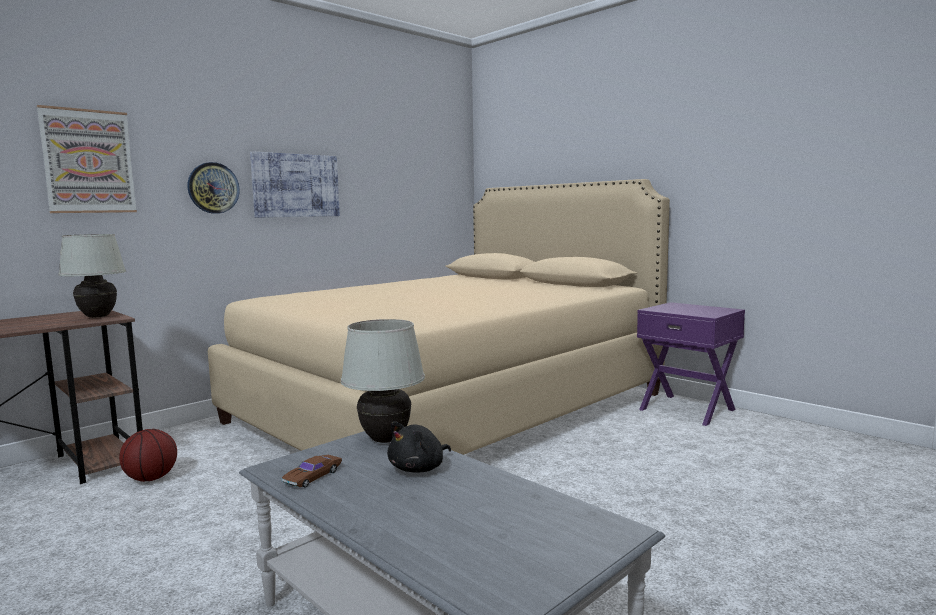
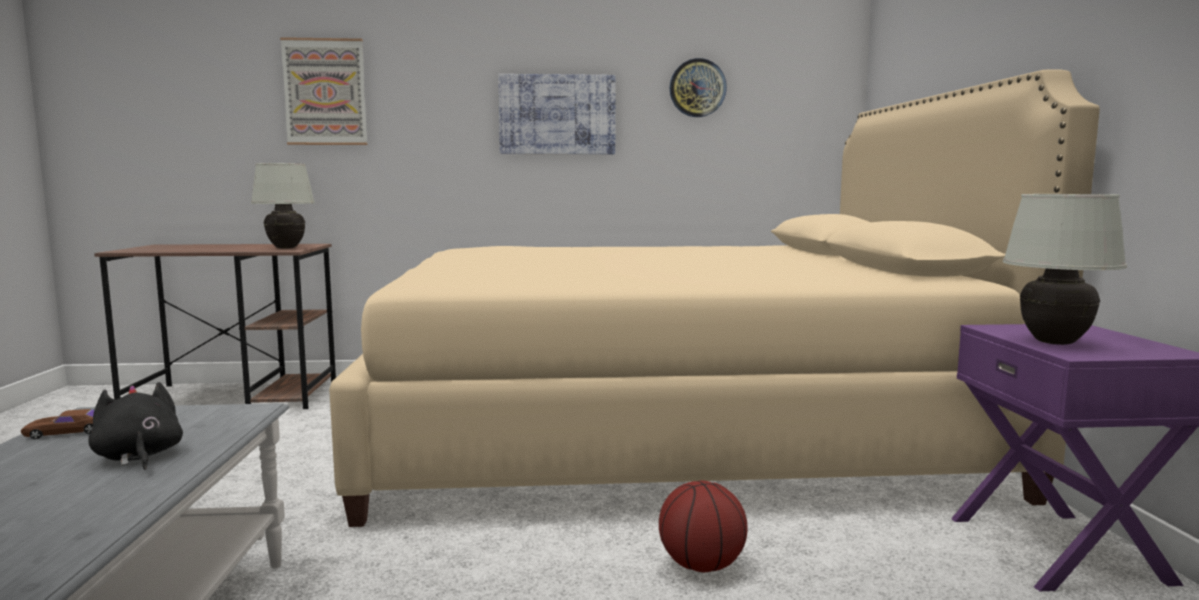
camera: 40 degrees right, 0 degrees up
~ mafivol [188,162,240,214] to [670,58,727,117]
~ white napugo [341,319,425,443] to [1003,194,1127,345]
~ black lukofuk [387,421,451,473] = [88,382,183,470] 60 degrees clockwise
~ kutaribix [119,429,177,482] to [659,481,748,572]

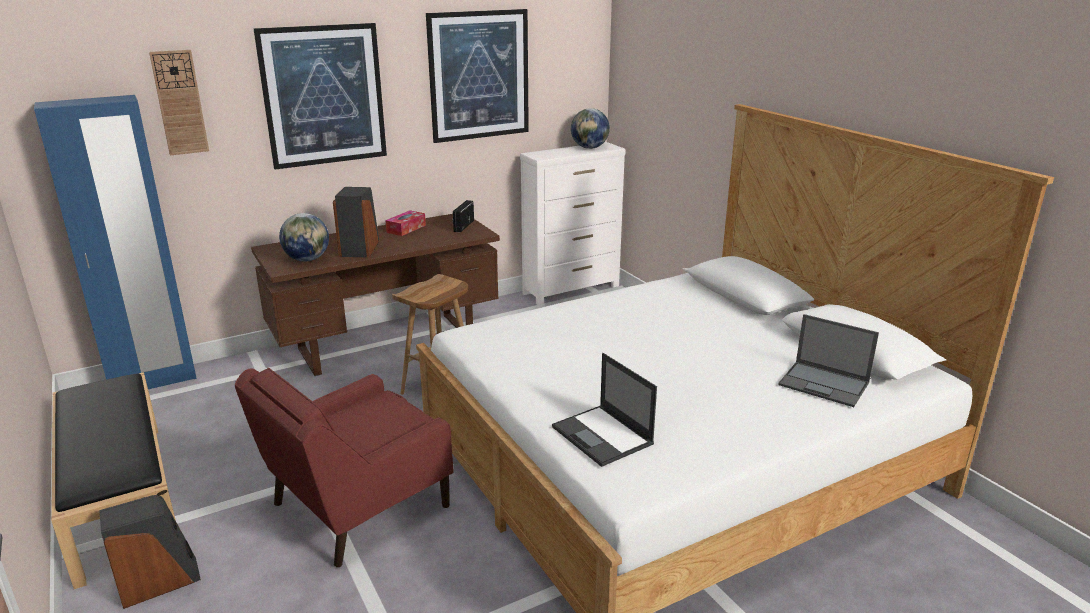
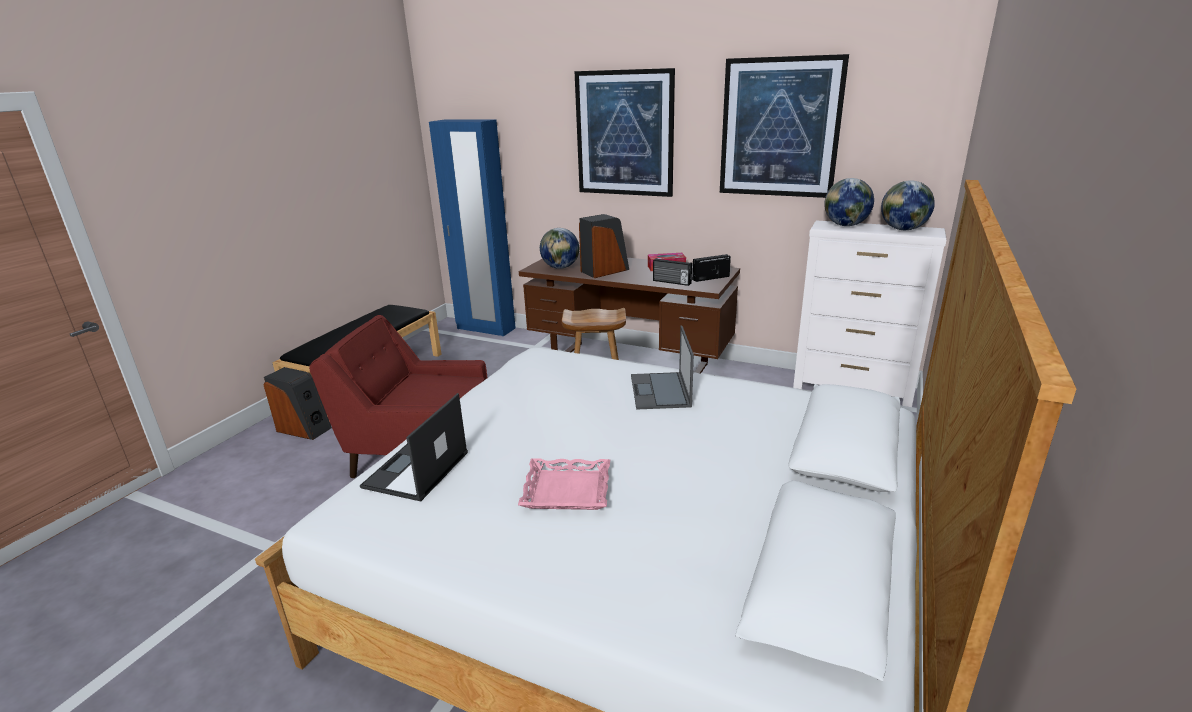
camera: 55 degrees right, 0 degrees up
- mafivol [149,50,209,156]
~ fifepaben [778,314,879,407] to [631,326,694,410]
+ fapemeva [824,178,874,226]
+ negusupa [653,258,692,286]
+ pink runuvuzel [518,458,610,510]

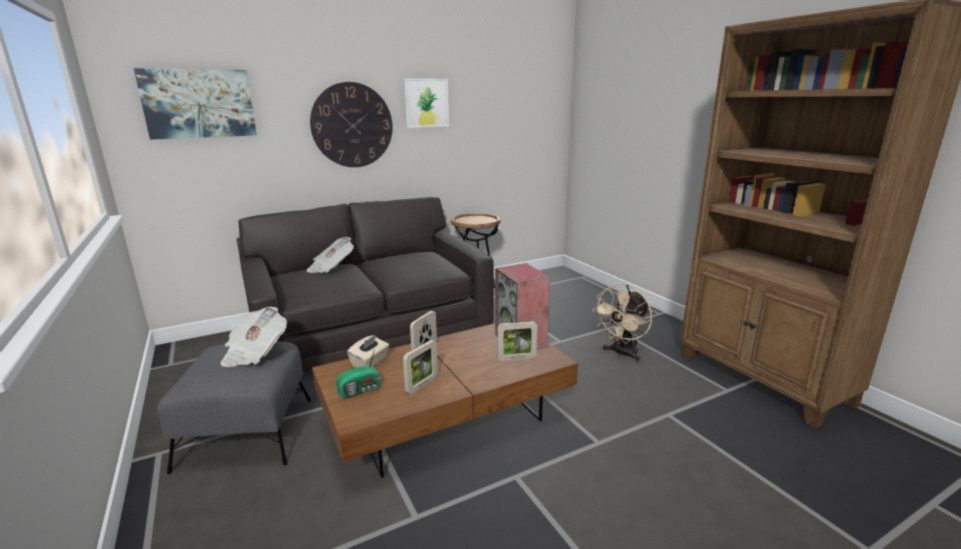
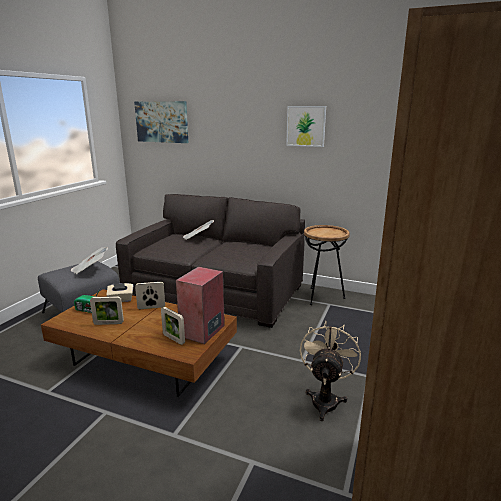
camera: 50 degrees right, 0 degrees up
- mafivol [310,82,393,167]
~ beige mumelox [592,284,652,362] = [300,321,361,421] 105 degrees clockwise

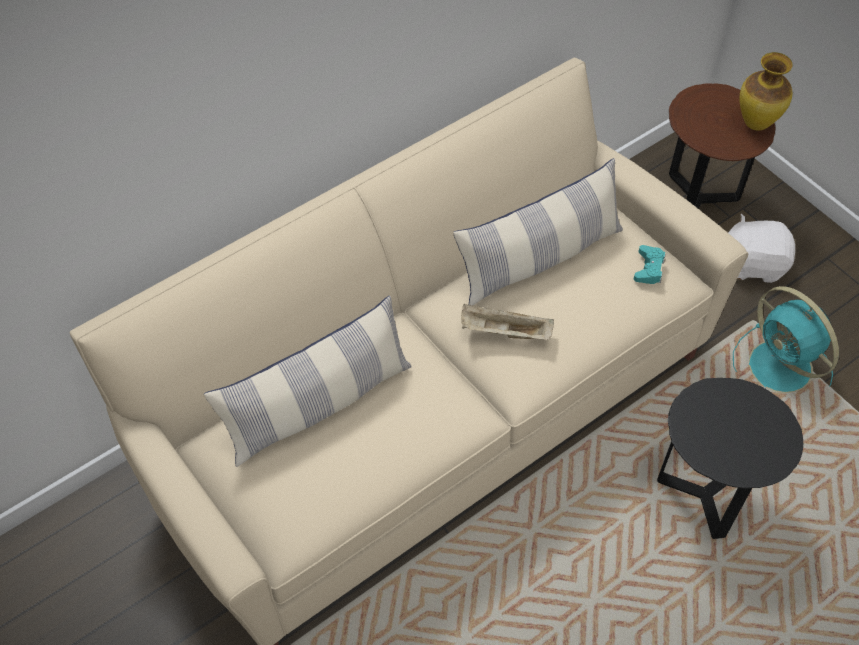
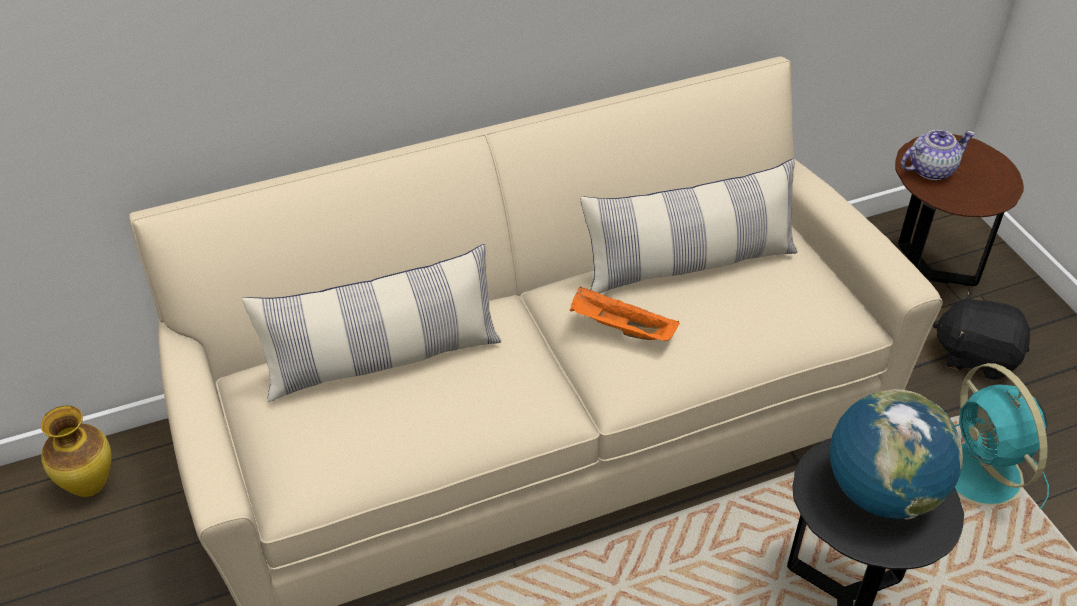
camera: 15 degrees right, 10 degrees down
~ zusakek [739,52,793,131] to [41,405,112,497]
~ white lukofuk [728,214,795,283] to black lukofuk [933,290,1030,380]
- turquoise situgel [634,245,666,284]
~ beige runuvuzel [461,304,554,340] to orange runuvuzel [570,286,680,341]
+ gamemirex [901,130,975,180]
+ fapemeva [830,389,963,520]

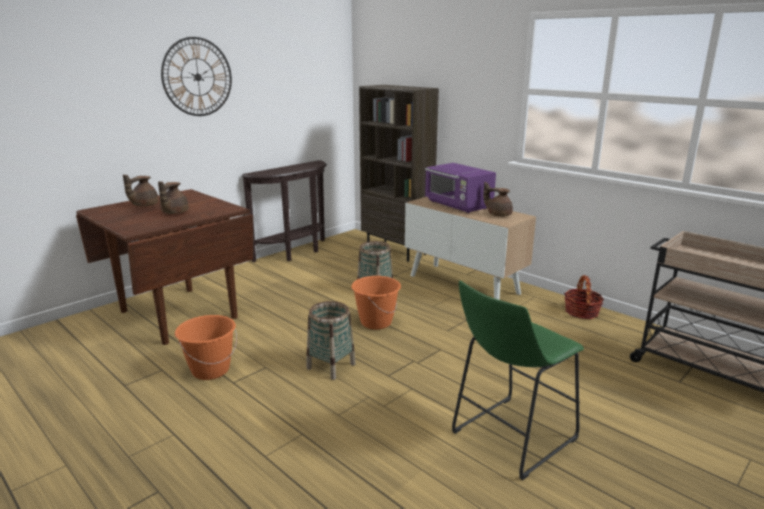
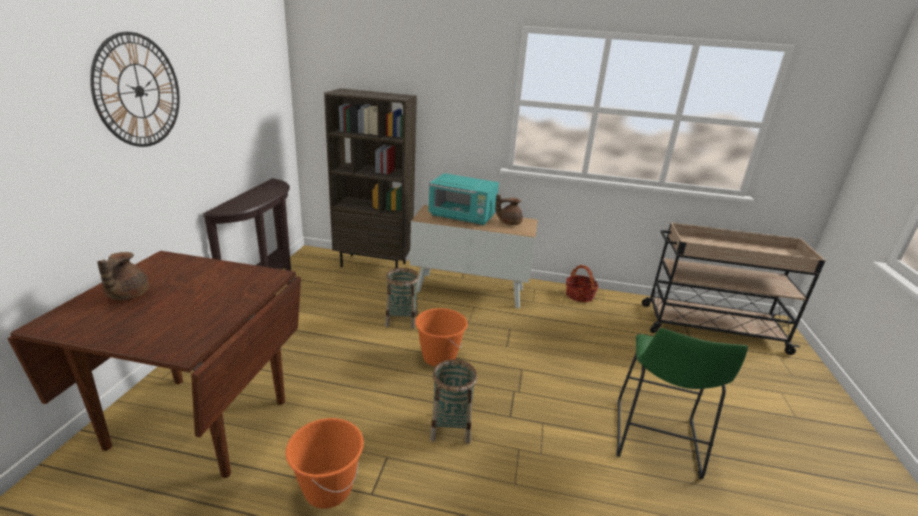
camera: 35 degrees left, 5 degrees up
~ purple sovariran [425,163,496,213] to turquoise sovariran [428,173,499,225]
- brown gamemirex [158,181,189,214]

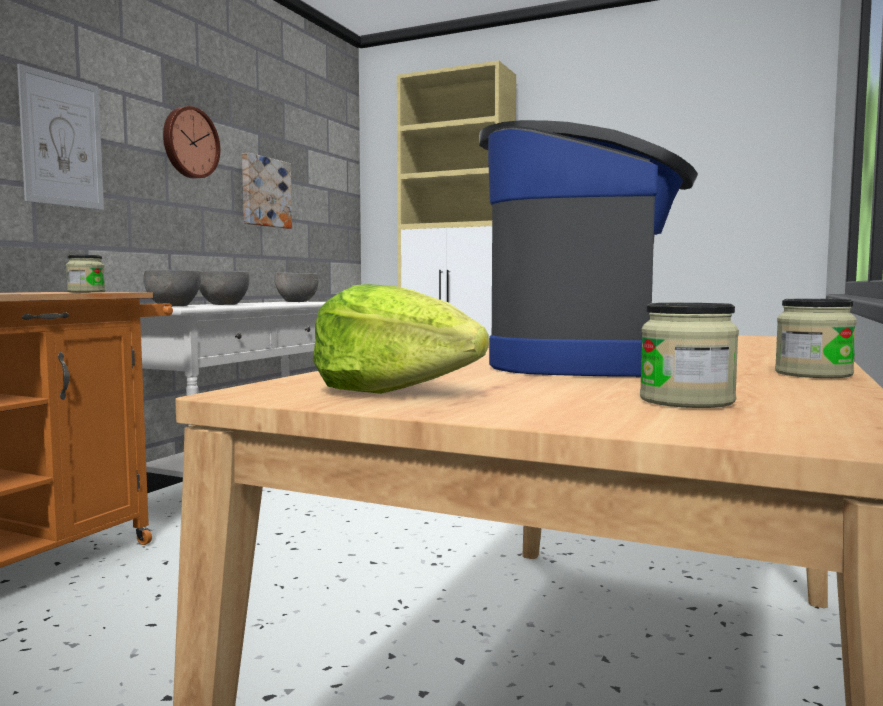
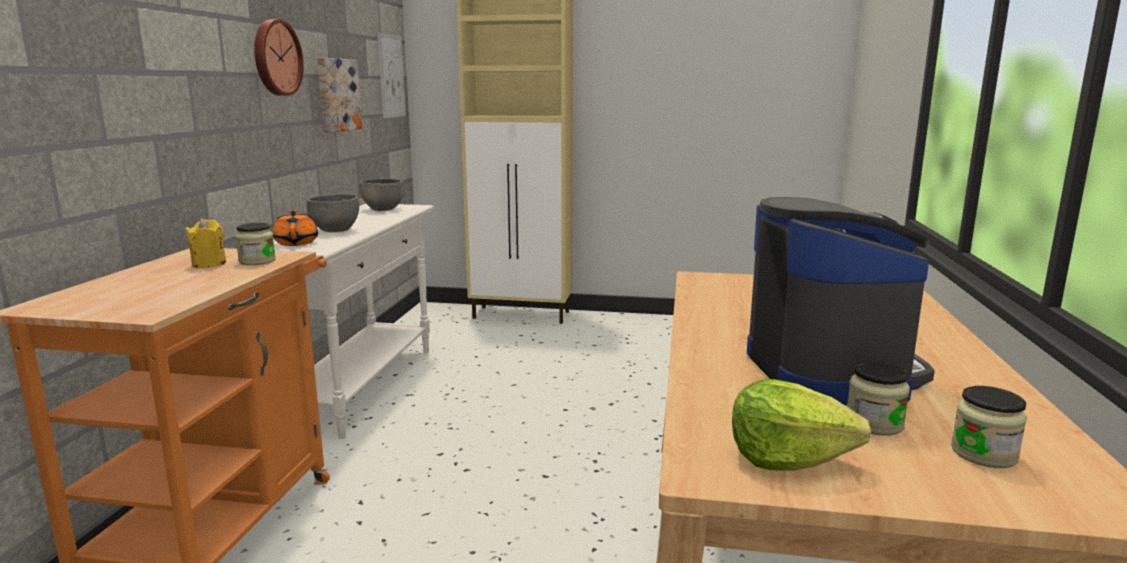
camera: 15 degrees left, 10 degrees up
~ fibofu [17,64,104,210] to [378,32,406,118]
~ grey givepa [143,270,201,306] to orange gamemirex [272,210,318,246]
~ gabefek [775,299,857,378] to [847,361,910,436]
+ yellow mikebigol [186,218,227,268]

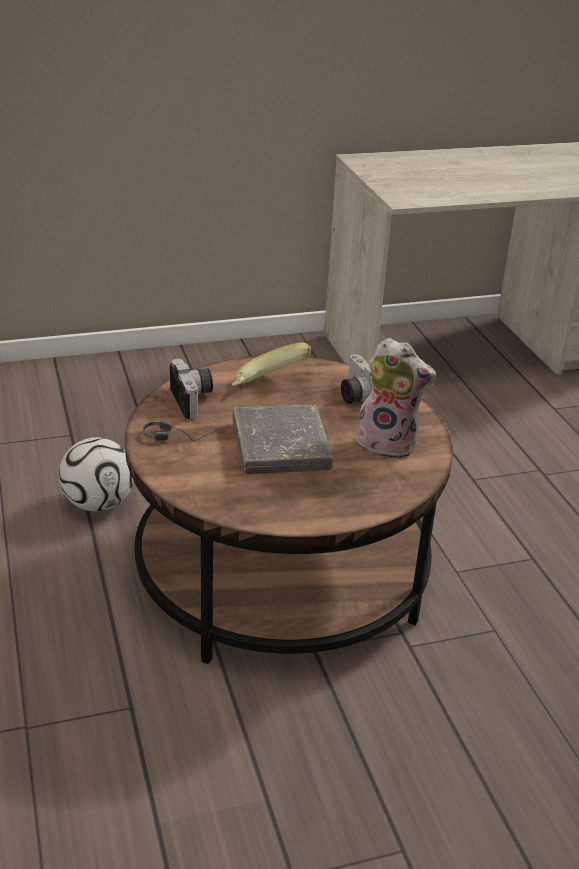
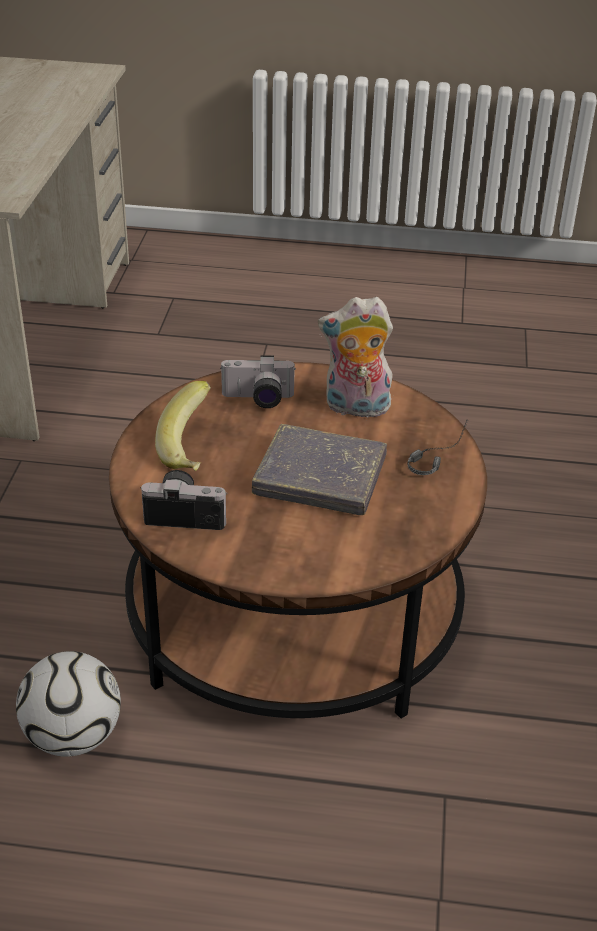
camera: 65 degrees left, 5 degrees up
~ lukofuk [356,338,436,460] = [318,297,393,417] 135 degrees counterclockwise
~ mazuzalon [143,420,218,441] to [407,420,468,475]

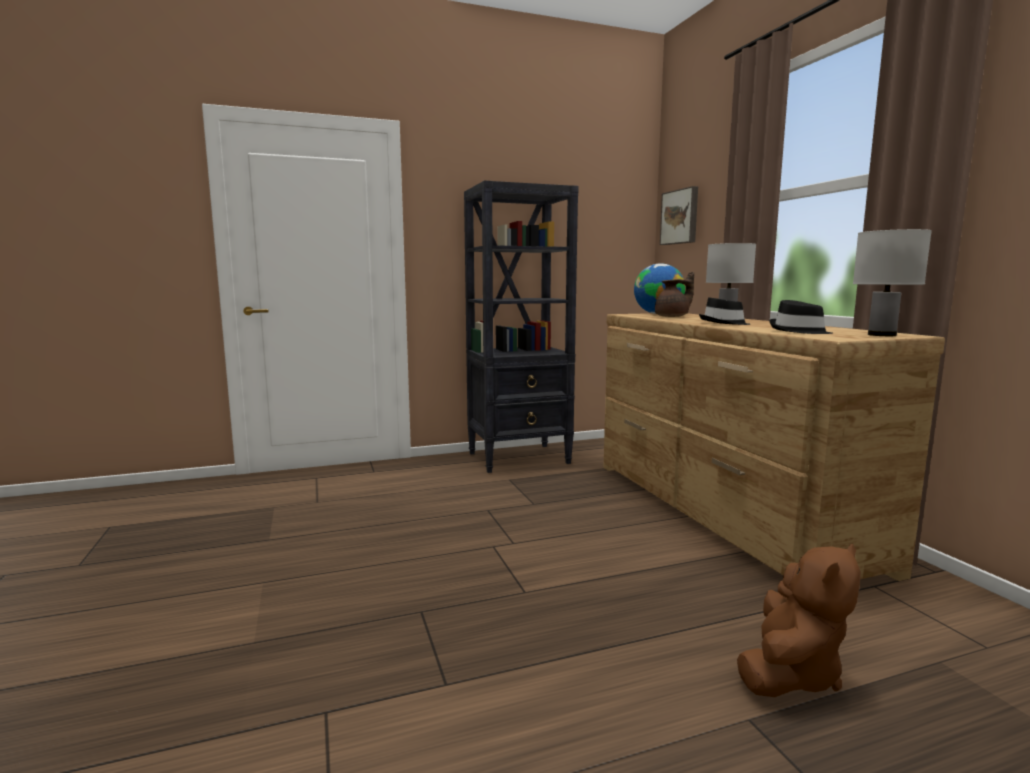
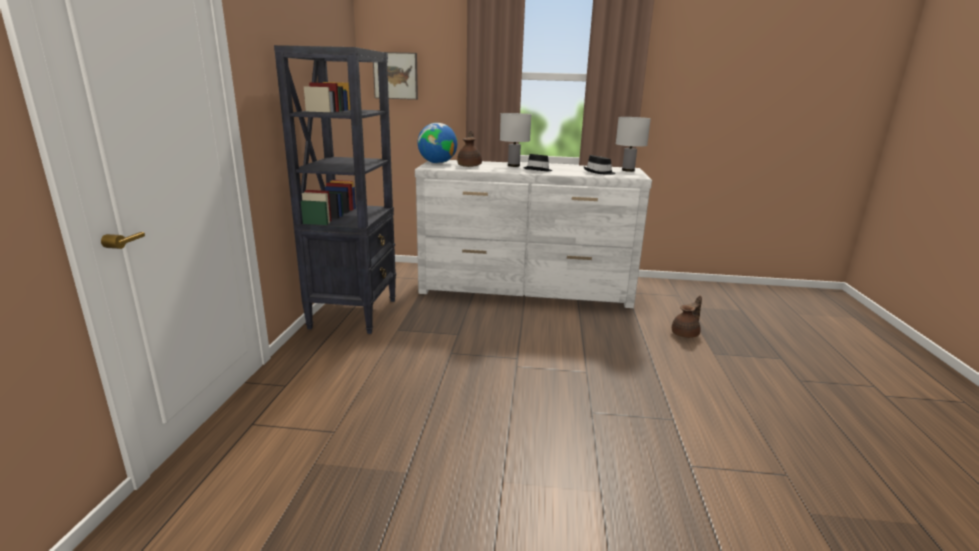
camera: 65 degrees left, 10 degrees up
~ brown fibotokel [603,313,945,581] to white fibotokel [415,160,652,308]
~ brown lukofuk [737,543,861,697] to brown gamemirex [672,296,702,338]

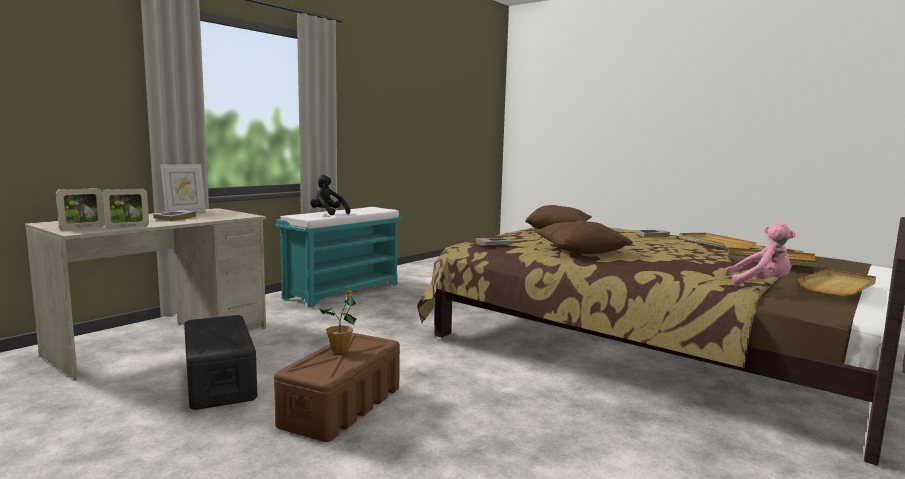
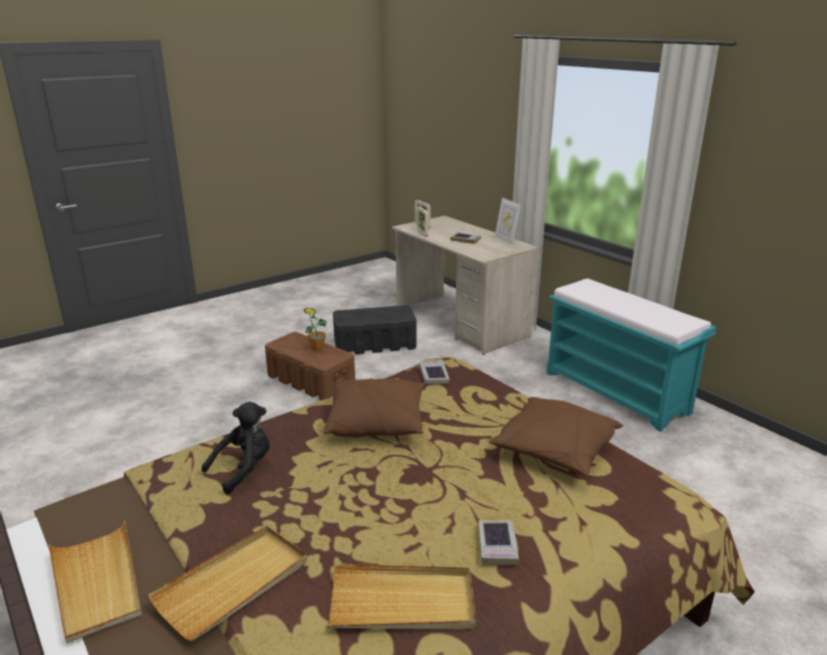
camera: 105 degrees right, 15 degrees up
~ black lukofuk [310,175,350,215] to [202,402,270,494]
- pink lukofuk [725,223,795,286]

